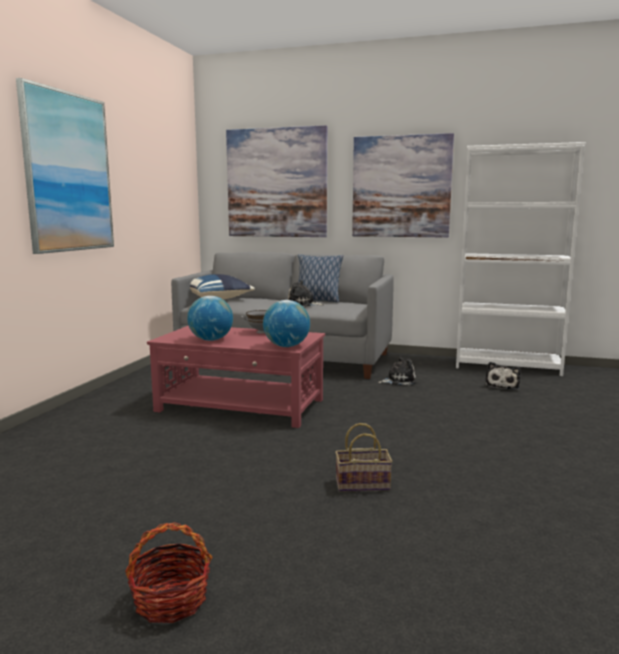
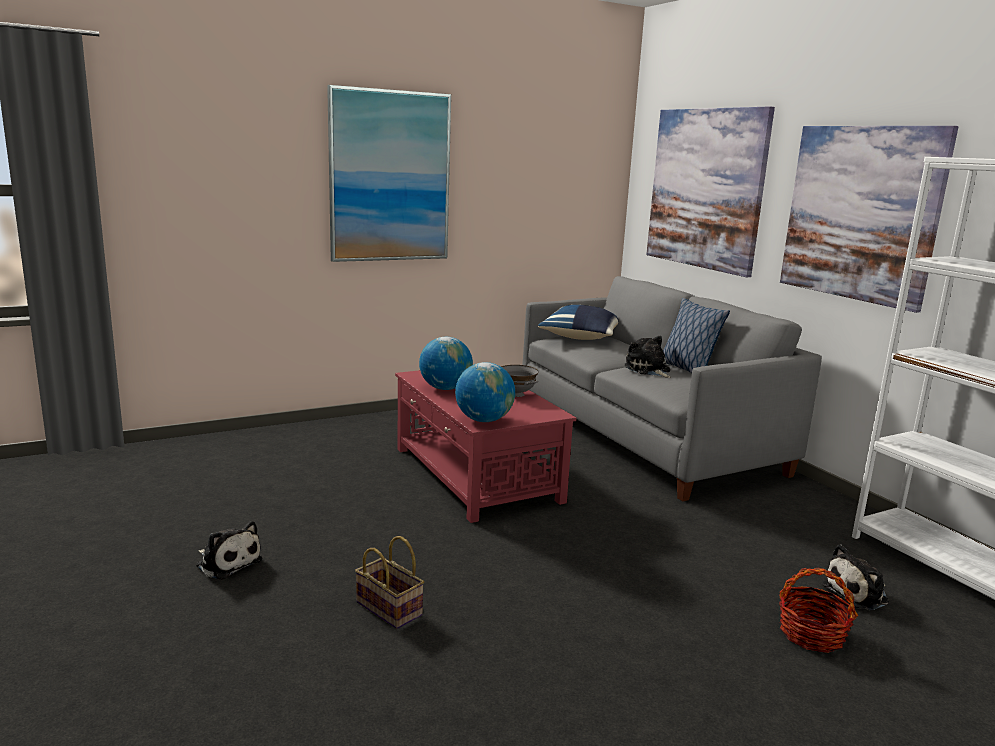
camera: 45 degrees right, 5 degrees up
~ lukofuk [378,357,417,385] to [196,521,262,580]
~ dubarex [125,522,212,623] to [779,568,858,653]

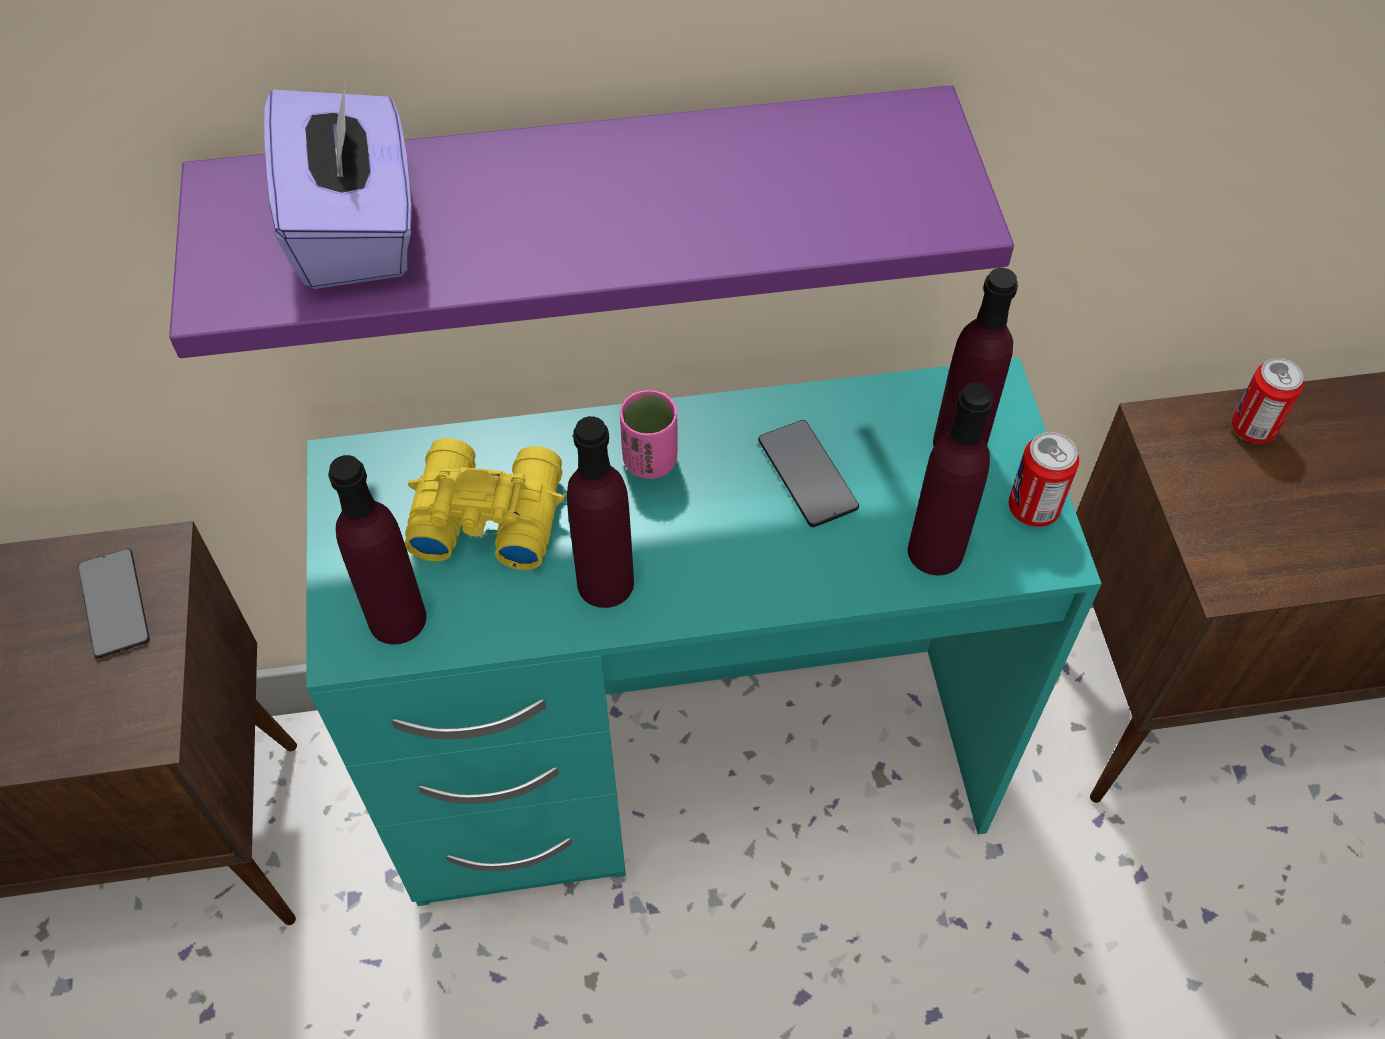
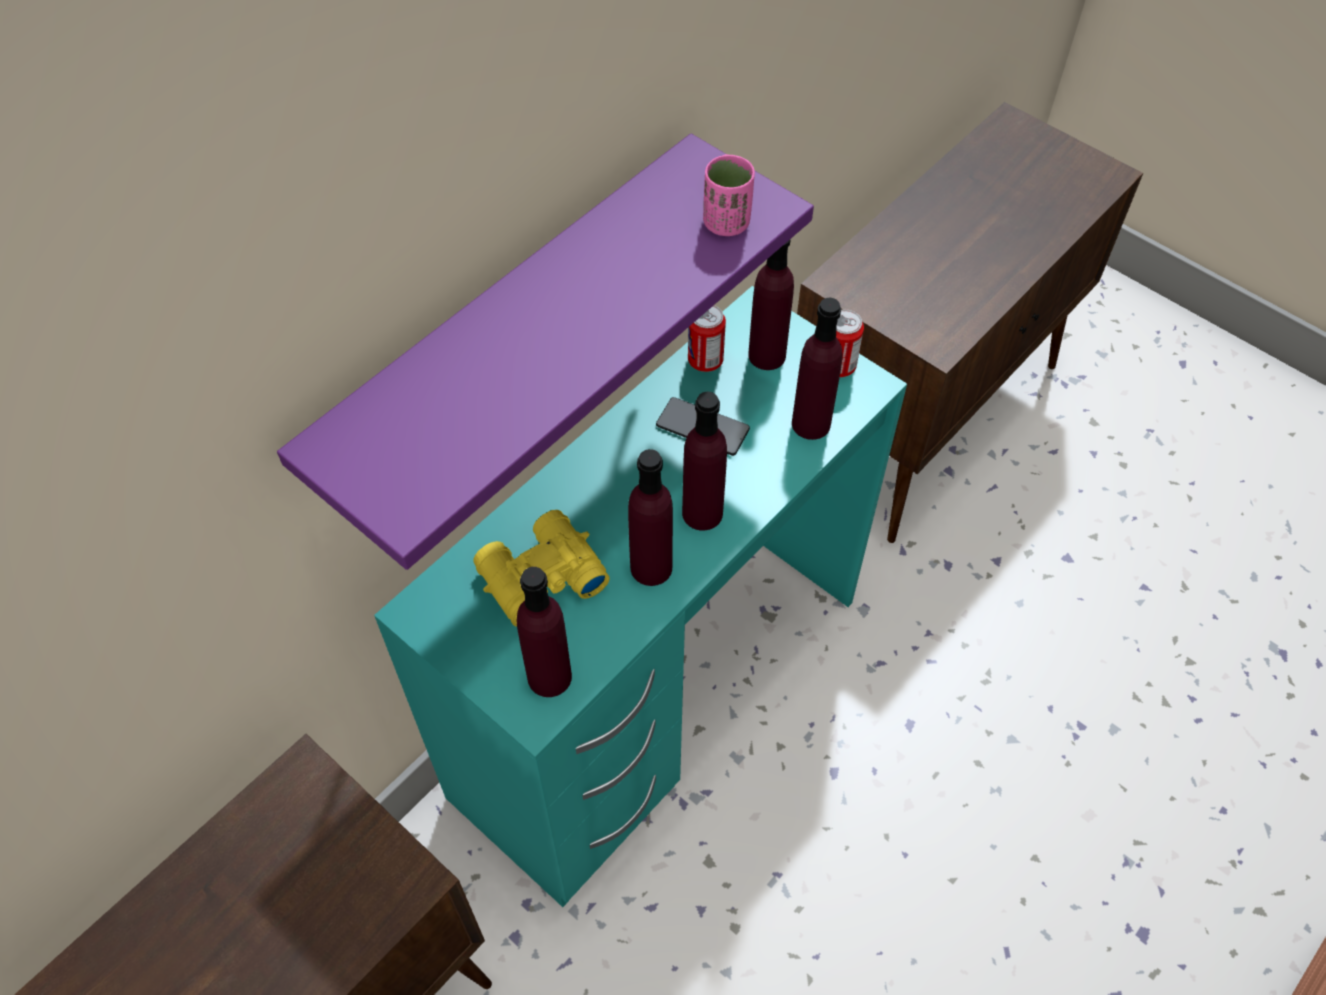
camera: 40 degrees left, 0 degrees up
- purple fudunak [264,76,412,289]
~ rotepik [1232,358,1304,444] to [688,305,726,372]
~ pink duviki [620,390,677,479] to [703,154,755,236]
- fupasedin [78,548,150,658]
+ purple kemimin [682,392,727,531]

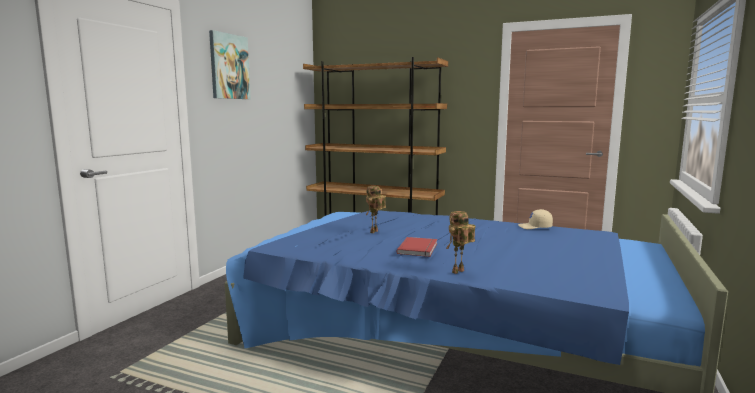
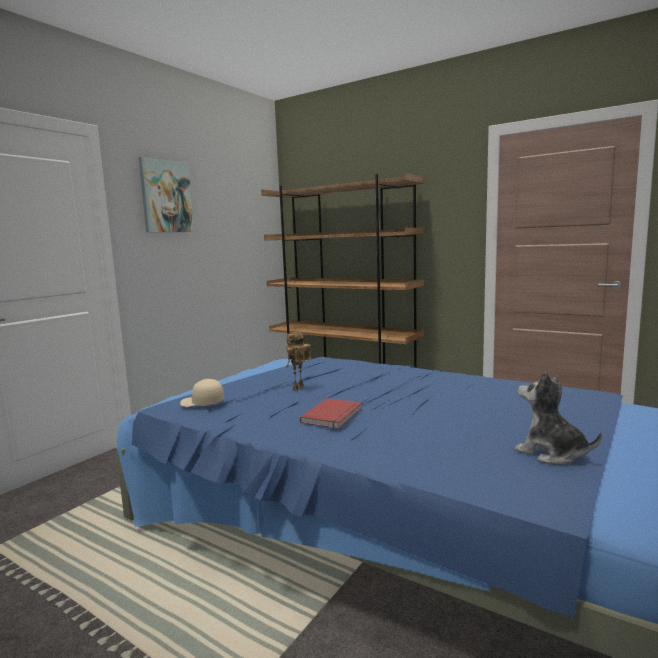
camera: 10 degrees right, 0 degrees up
~ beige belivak [518,209,553,229] to [180,379,224,407]
- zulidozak [446,211,475,274]
+ lukofuk [514,371,602,465]

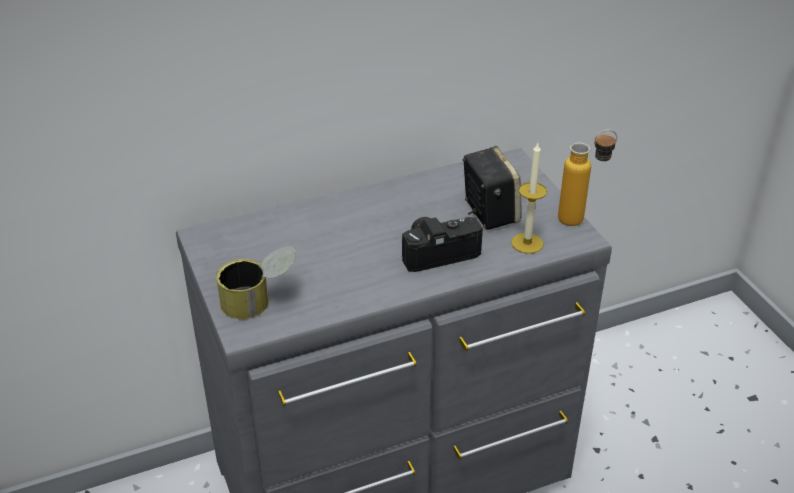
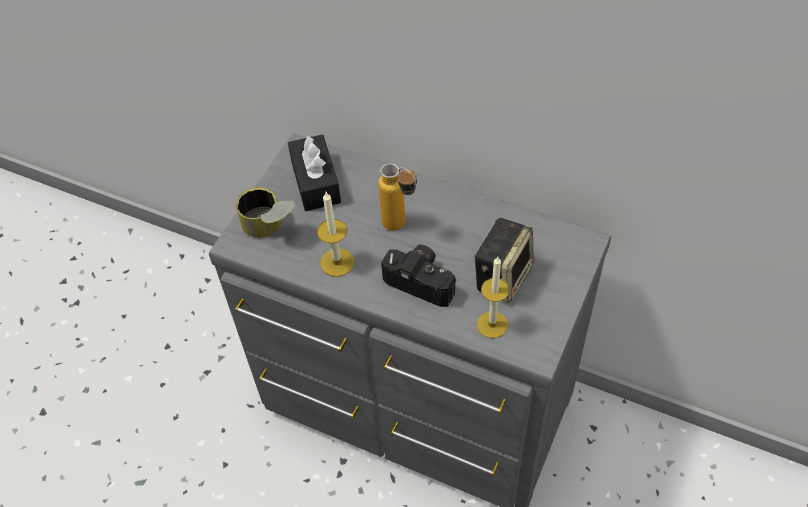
camera: 50 degrees right, 15 degrees up
~ kemimin [558,130,617,226] to [378,163,417,231]
+ black fudunak [288,134,341,211]
+ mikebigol [317,192,355,277]

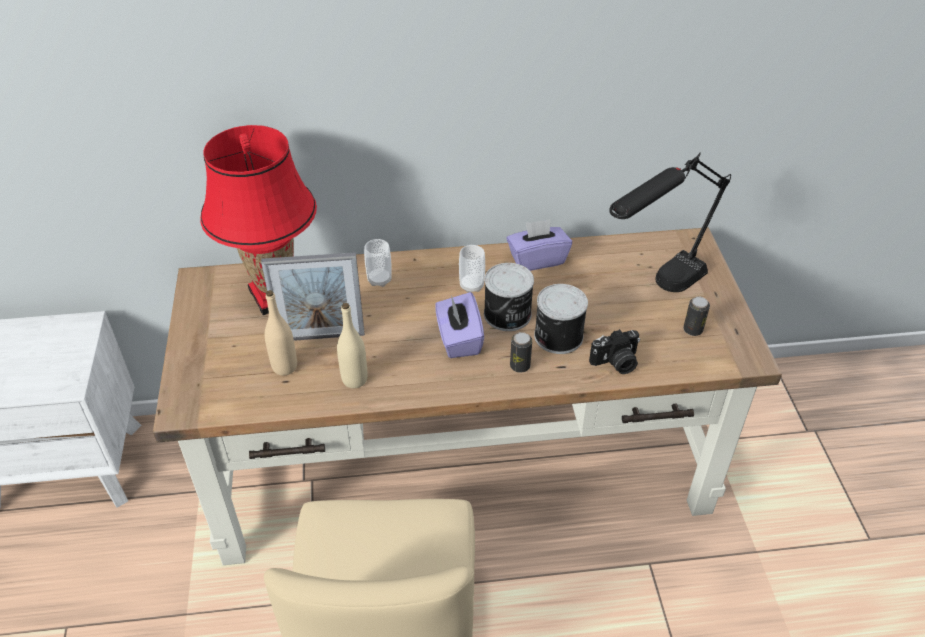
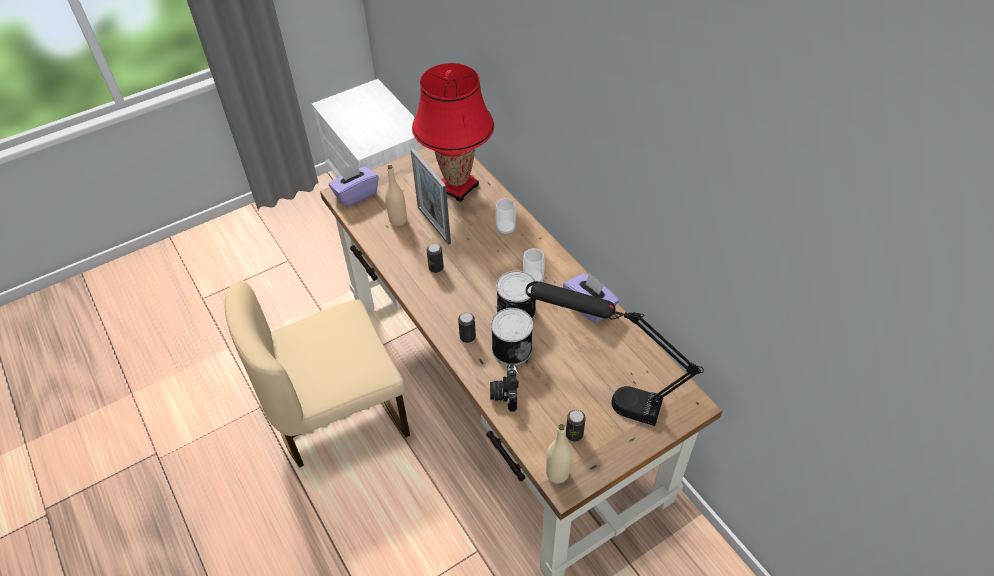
camera: 65 degrees right, 5 degrees up
~ purple fudunak [435,292,484,358] to [328,163,379,207]
~ beige kemimin [337,303,368,388] to [546,424,572,483]
~ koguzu [589,329,640,374] = [490,363,519,412] 45 degrees clockwise
+ rotepik [427,243,444,273]

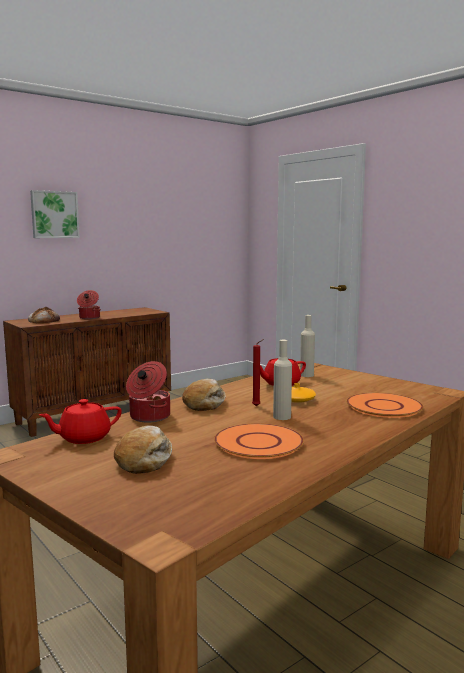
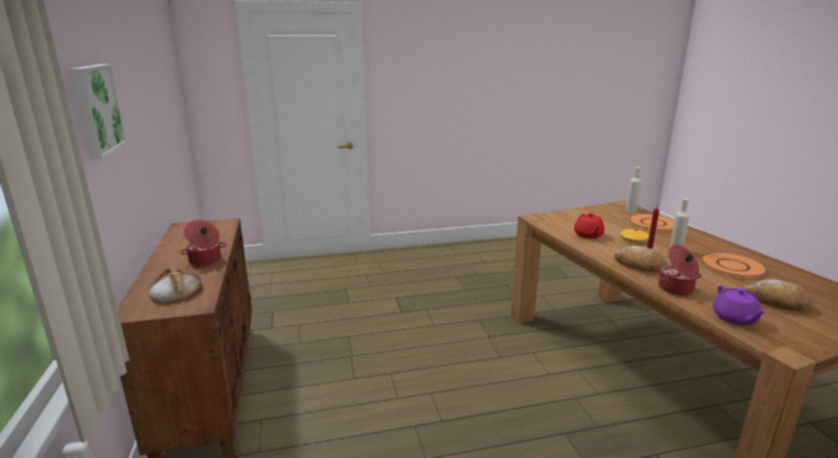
camera: 65 degrees left, 10 degrees up
~ beige kemimin [300,315,315,377] to [626,167,641,212]
~ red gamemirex [39,399,122,444] to purple gamemirex [713,285,766,325]

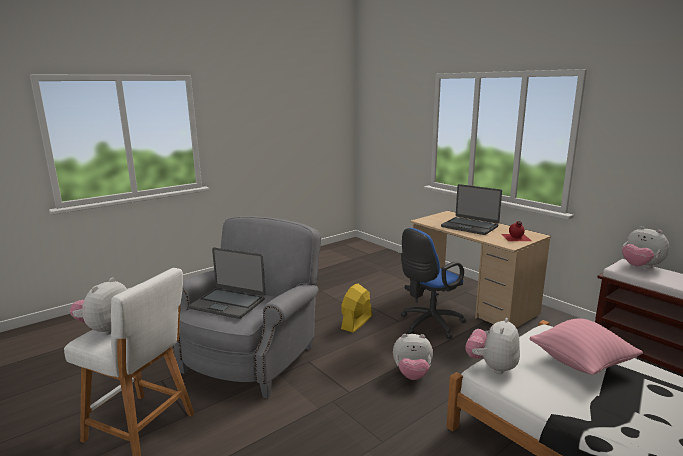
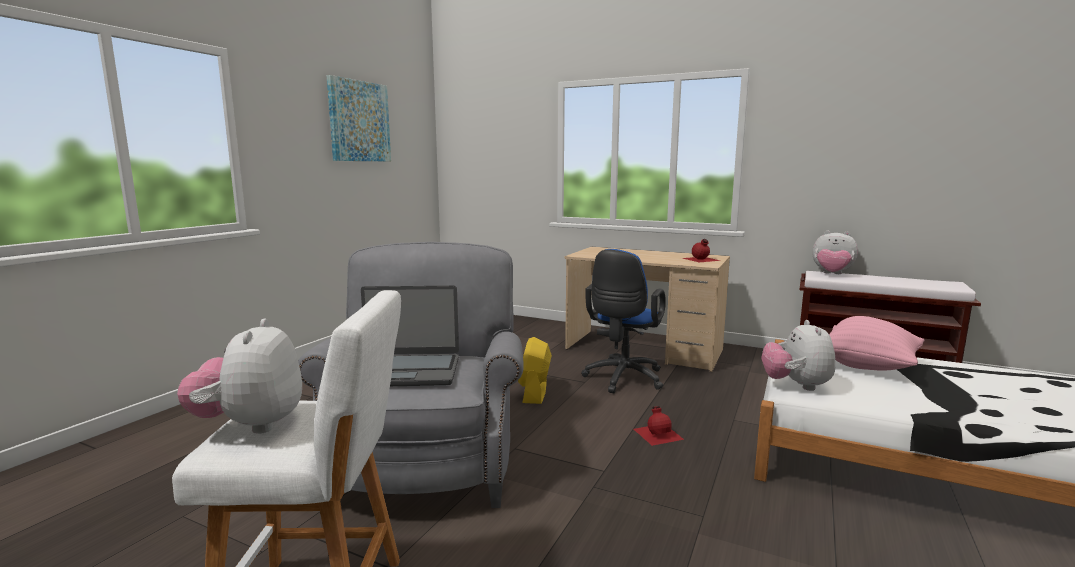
camera: 25 degrees left, 5 degrees down
- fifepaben [441,184,502,235]
~ lukofuk [393,334,433,380] to red kemimin [634,406,684,446]
+ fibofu [326,75,391,161]

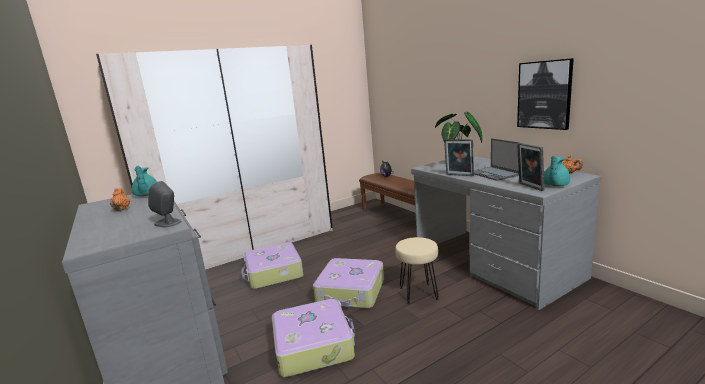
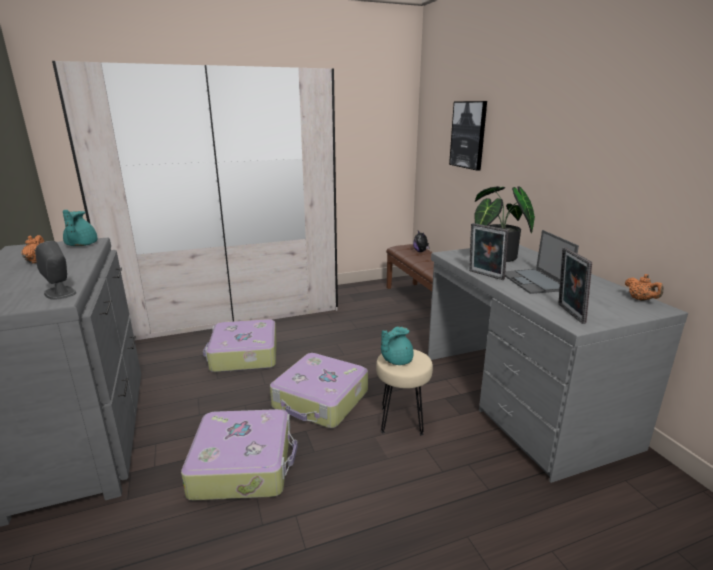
camera: 10 degrees right, 5 degrees up
~ fibofu [517,58,574,130] to [449,101,487,171]
~ turquoise gamemirex [544,156,570,186] to [381,326,414,365]

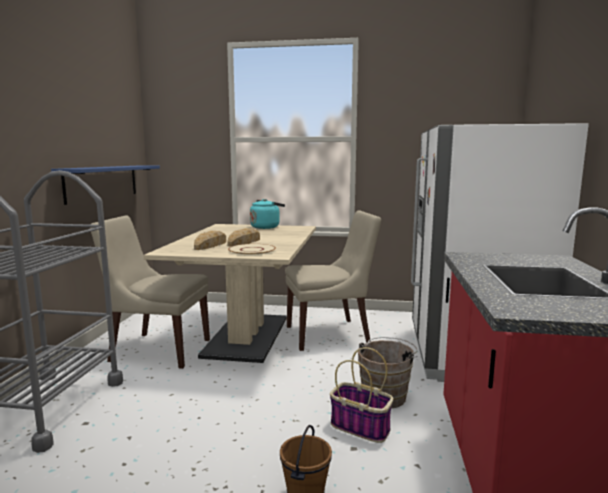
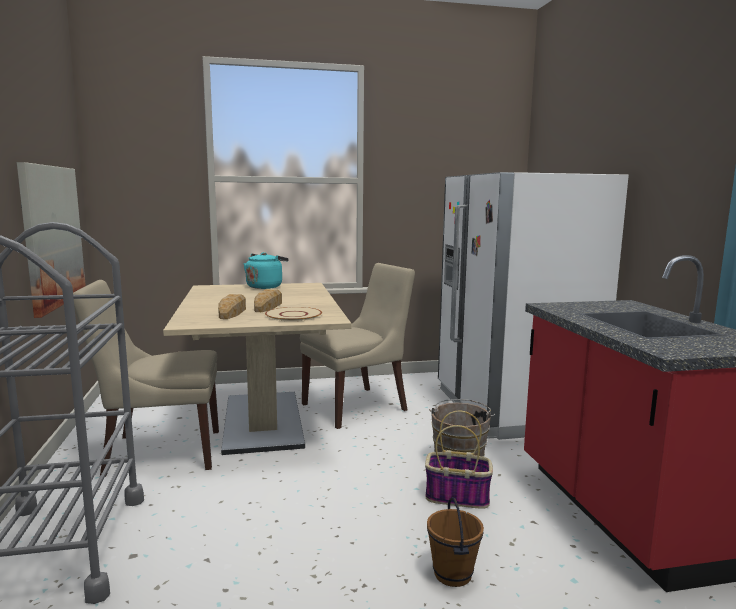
camera: 20 degrees left, 0 degrees up
~ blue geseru [51,166,160,205] to fibofu [17,162,86,318]

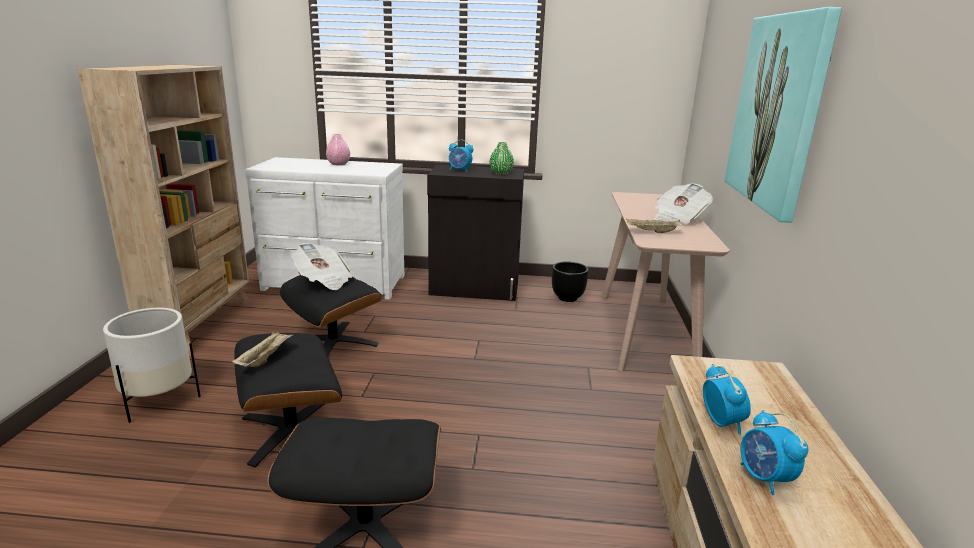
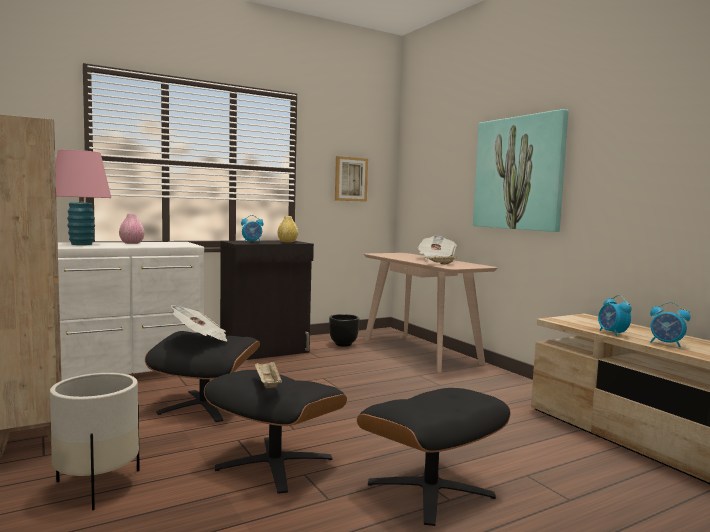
camera: 35 degrees left, 15 degrees down
~ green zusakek [490,142,514,174] to yellow zusakek [277,216,298,242]
~ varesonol [703,364,751,435] = [598,295,632,336] 150 degrees counterclockwise
+ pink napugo [55,150,111,245]
+ fibofu [335,156,368,202]

